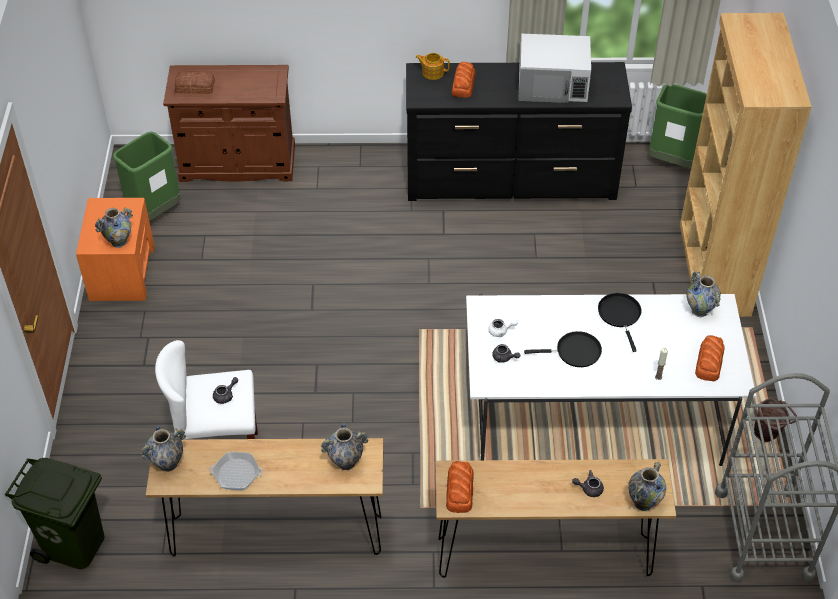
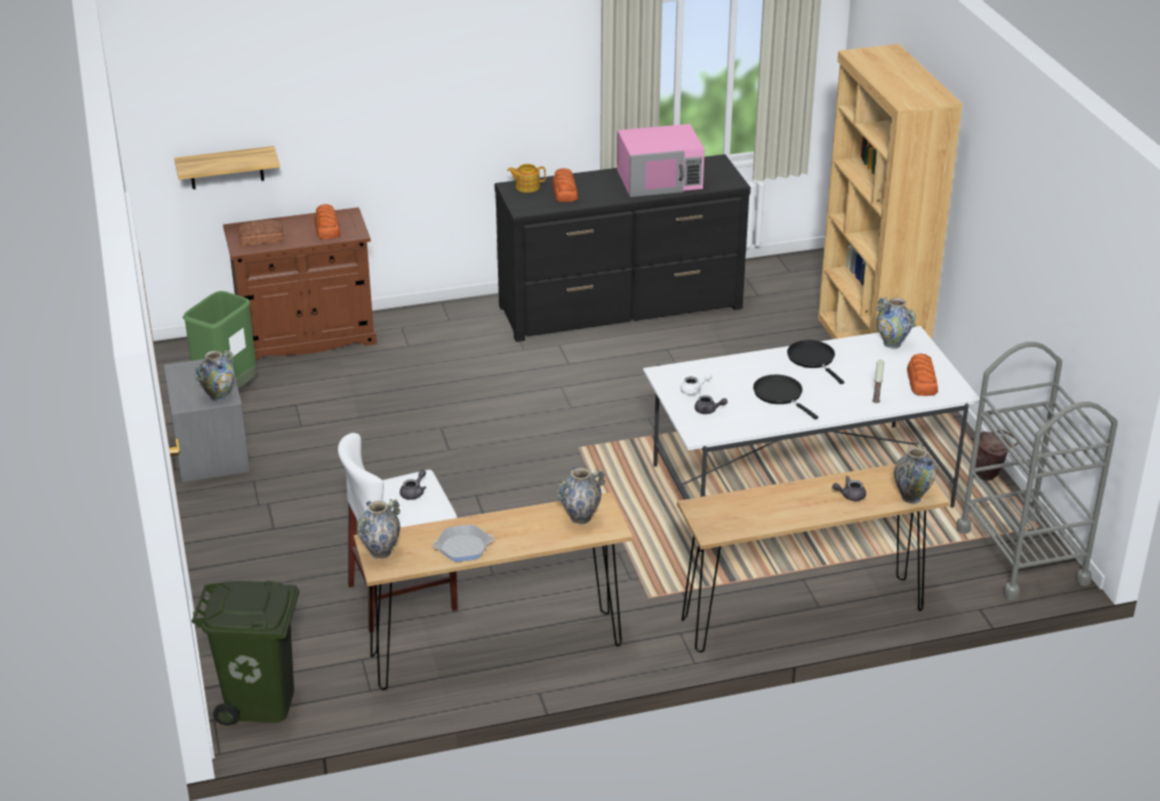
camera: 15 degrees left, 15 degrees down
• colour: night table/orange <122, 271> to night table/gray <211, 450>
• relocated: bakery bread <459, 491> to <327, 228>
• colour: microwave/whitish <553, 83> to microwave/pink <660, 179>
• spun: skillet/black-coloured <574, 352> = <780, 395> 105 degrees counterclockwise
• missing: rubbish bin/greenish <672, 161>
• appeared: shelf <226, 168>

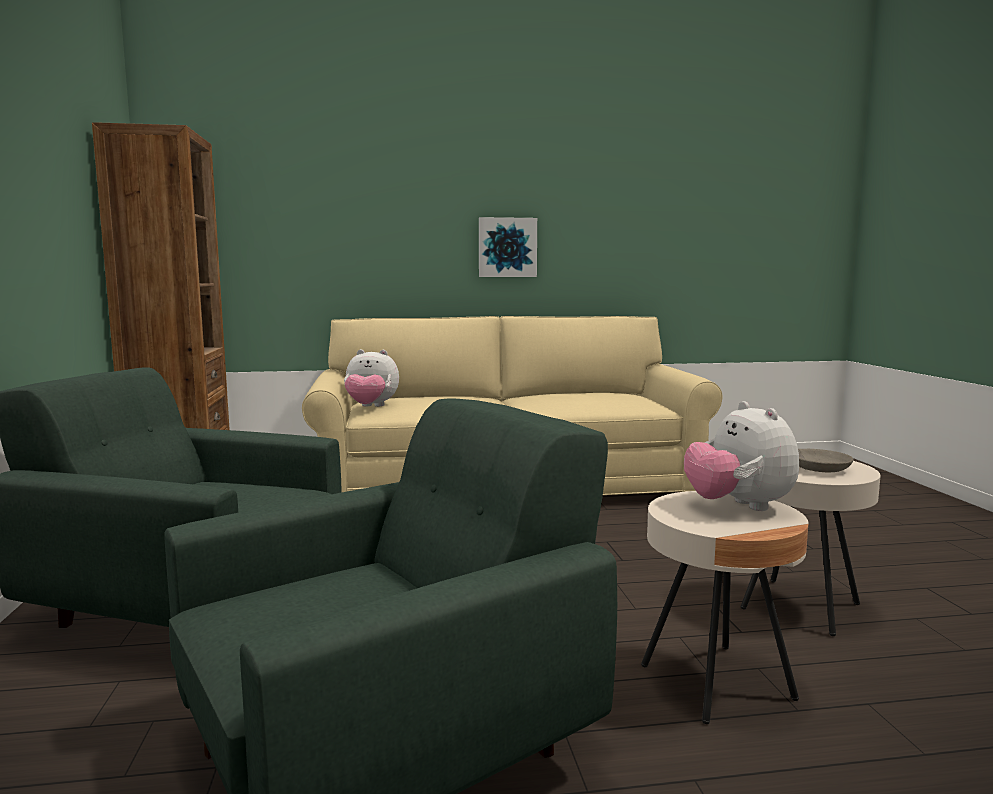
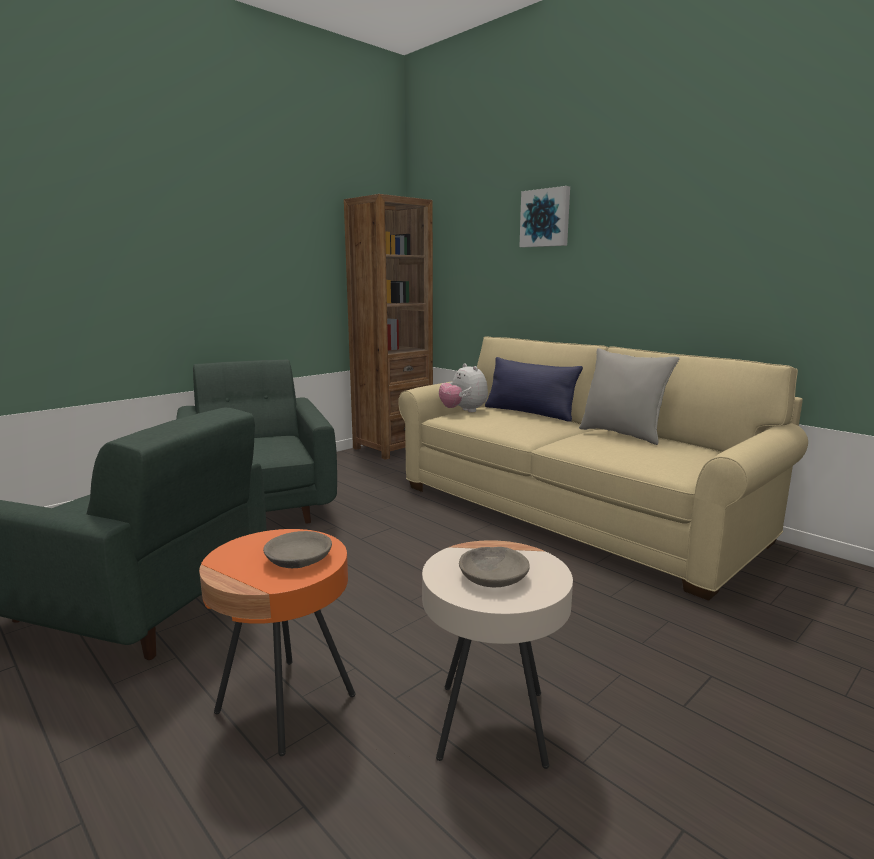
camera: 55 degrees right, 5 degrees up
• relocated: wall picture <507, 247> to <545, 218>
• colour: accent table/beige <716, 682> to accent table/orange <286, 704>
• exchanged: plush toy <738, 506> to deep dish/gray <297, 559>
• appeared: throw pillow/blue-coloured <529, 413>
• appeared: throw pillow/gray <622, 434>

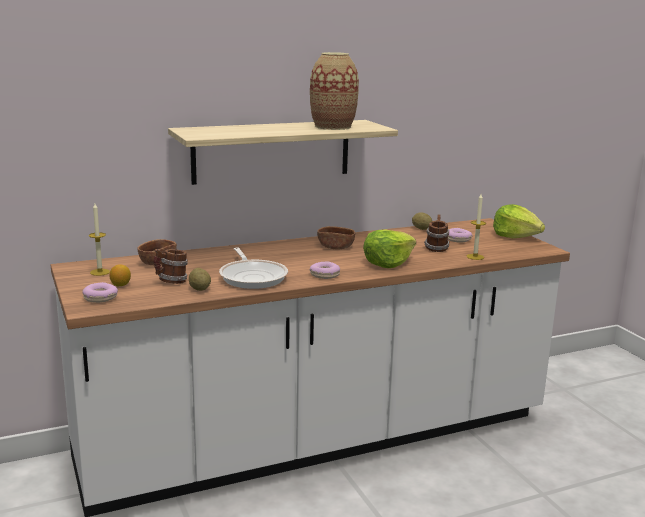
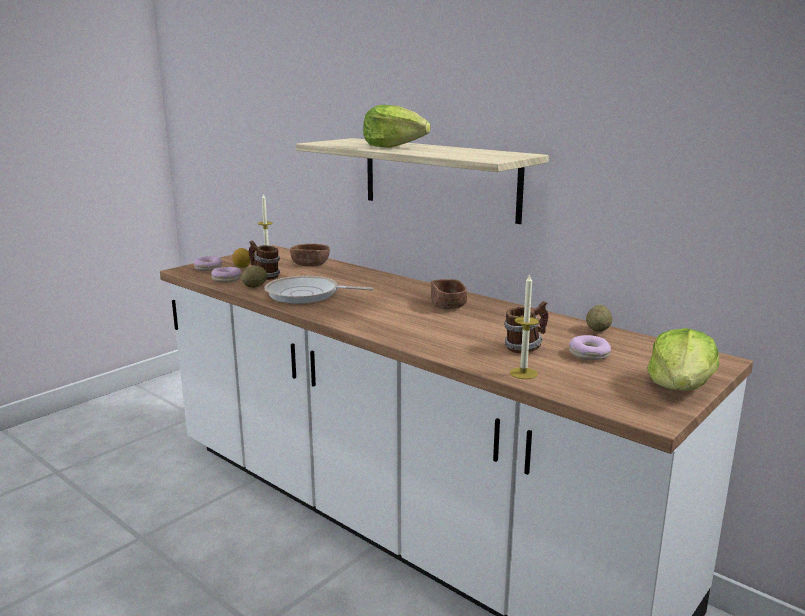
camera: 65 degrees right, 0 degrees up
• spun: skillet <253, 277> = <306, 295> 60 degrees clockwise
• missing: vase <333, 127>
• relocated: donut <324, 275> to <227, 279>
• relocated: head of lettuce <388, 263> to <394, 147>

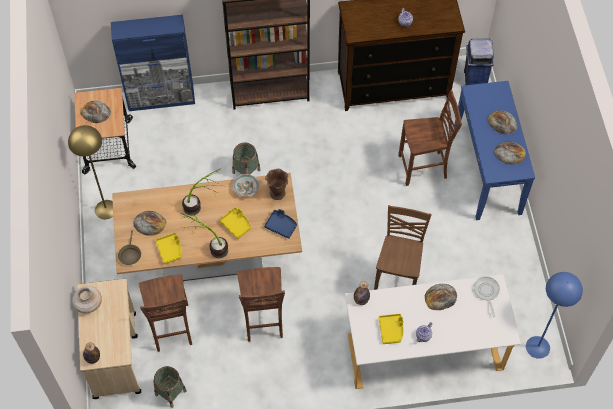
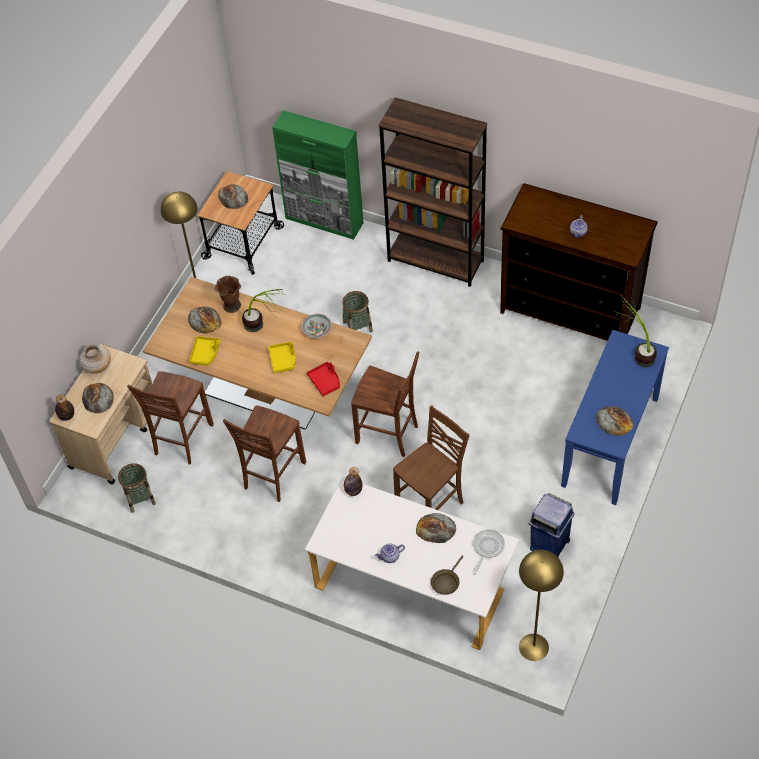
camera: 35 degrees right, 5 degrees down
• colour: storage cabinet/blue-coloured <161, 99> to storage cabinet/greenish <324, 221>
• relocated: skillet/brownish <130, 254> to <446, 582>
• relocated: plant in a pot <209, 247> to <635, 352>
• colour: carrying tray/blue-coloured <281, 226> to carrying tray/red <325, 381>
• relocated: vase/brownish <277, 193> to <231, 306>
• missing: carrying tray/yellow-coloured <391, 330>
• relocated: plain chair/brownish <424, 168> to <388, 434>
• relocated: rubbish bin/blue-coloured <474, 79> to <549, 544>
• relocated: bakery bread <502, 122> to <97, 398>
• colour: standing lamp/blue-coloured <538, 347> to standing lamp/yellow-coloured <533, 647>

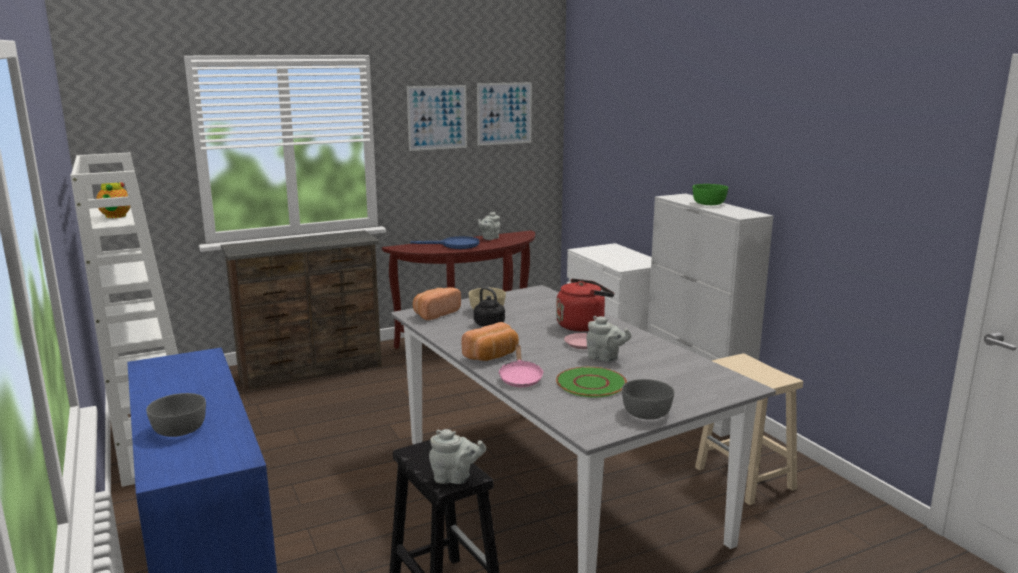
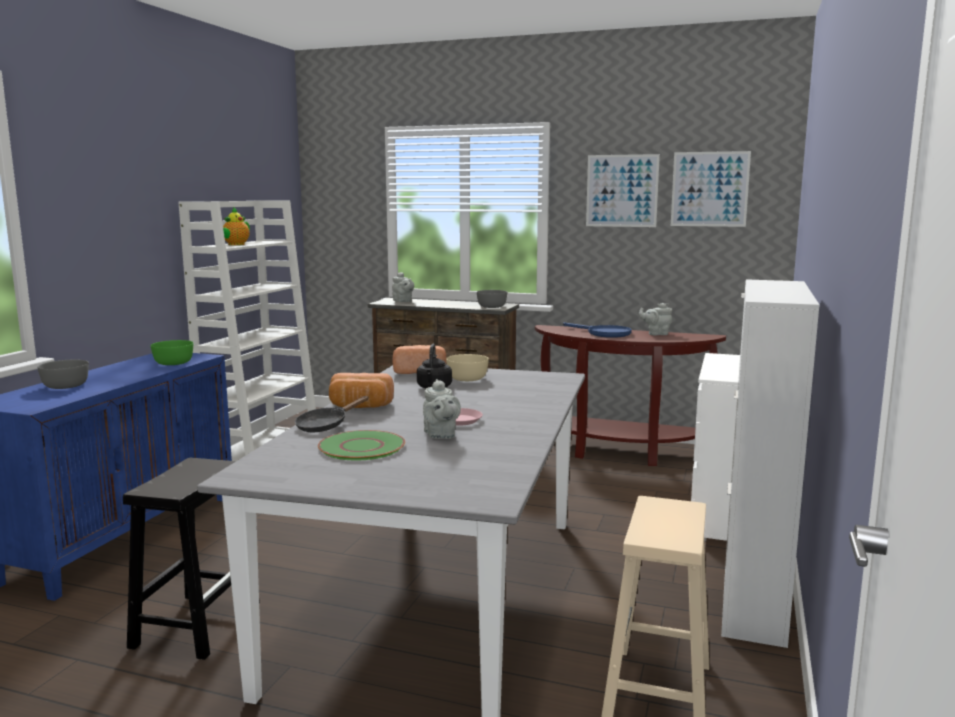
camera: 45 degrees right, 5 degrees down
• relocated: teapot/gray <455, 478> to <403, 301>
• colour: skillet/pink <520, 378> to skillet/black-coloured <325, 425>
• missing: kettle/red <582, 325>
• relocated: deep dish/gray <646, 413> to <491, 307>
• relocated: deep dish/greenish <708, 203> to <173, 363>

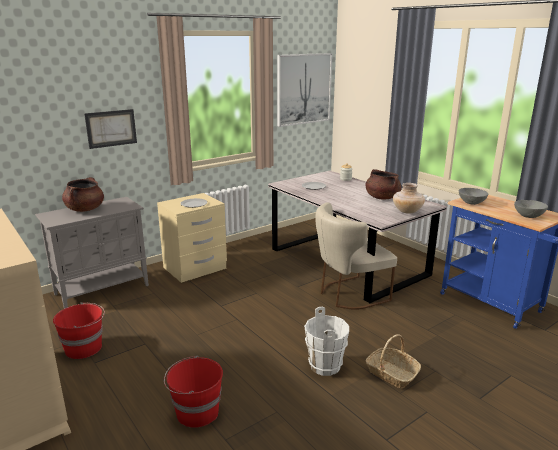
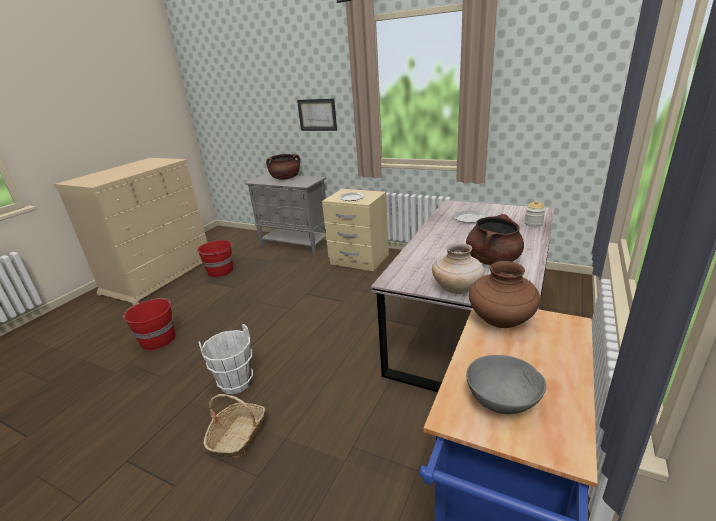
camera: 65 degrees right, 5 degrees up
• missing: wall picture <304, 89>
• missing: plain chair/beige <349, 294>
• exchanged: deep dish/gray <471, 203> to vase/brownish <501, 320>

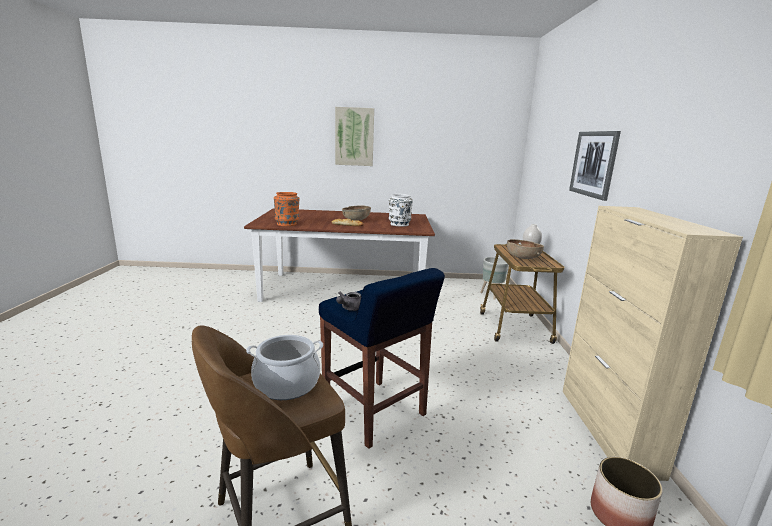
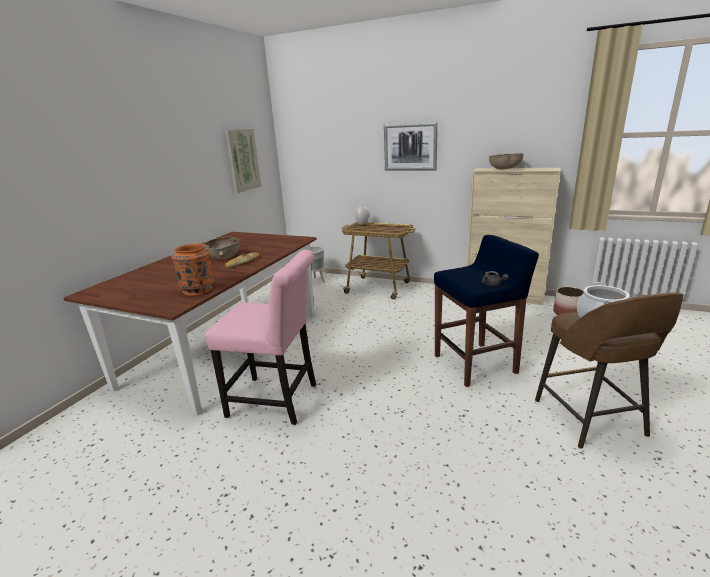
camera: 65 degrees left, 5 degrees up
• relocated: wall picture <354, 137> to <242, 160>
• missing: vase/whitish <399, 224>
• relocated: deep dish/brownish <522, 258> to <505, 169>
• appeared: plain chair/pink <277, 401>

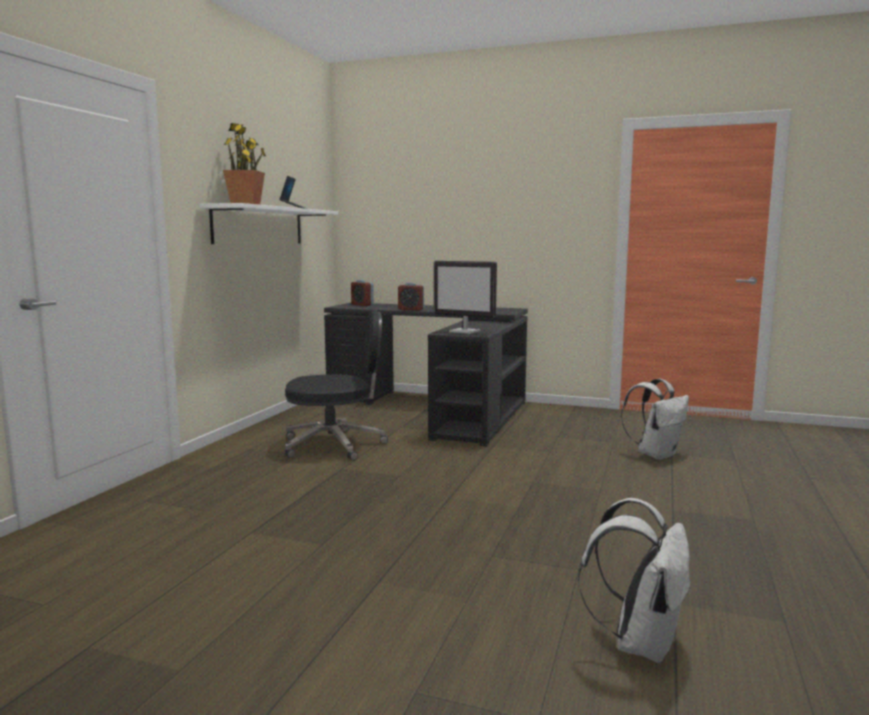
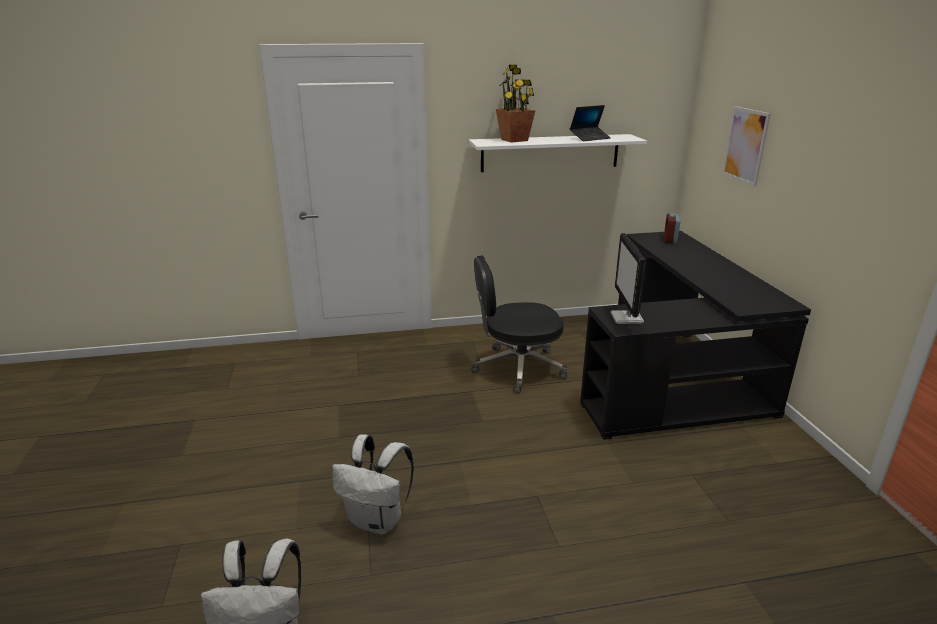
camera: 60 degrees right, 15 degrees up
• spun: office chair/black-coloured <335, 445> = <517, 368> 120 degrees clockwise
• missing: alarm clock <411, 309>
• relocated: knapsack/whitish <656, 454> to <377, 520>
• appeared: wall picture <745, 145>

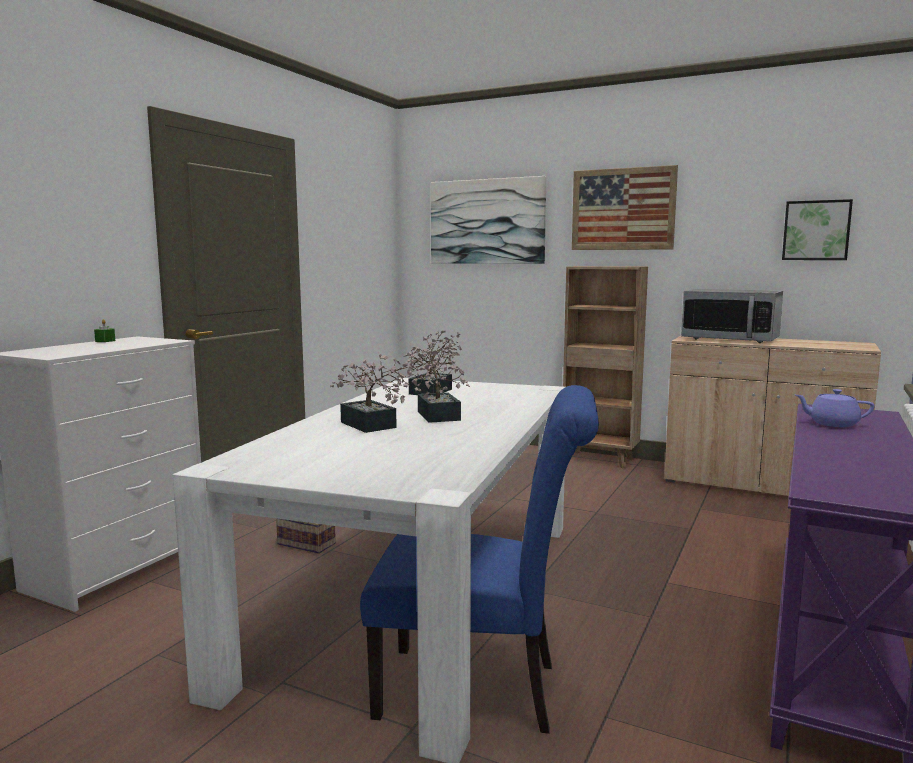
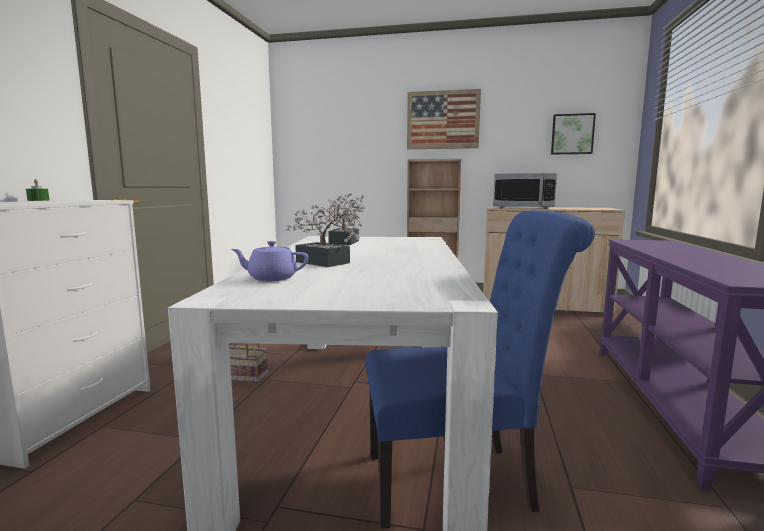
camera: 15 degrees left, 0 degrees up
• missing: plant in a pot <437, 414>
• missing: wall picture <487, 221>
• relocated: teapot/purple <832, 424> to <271, 278>

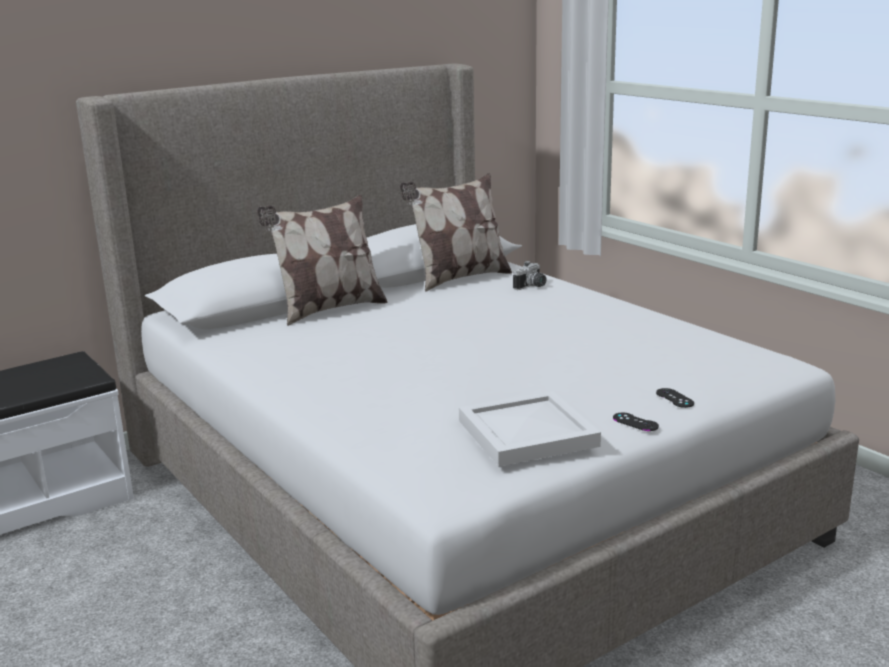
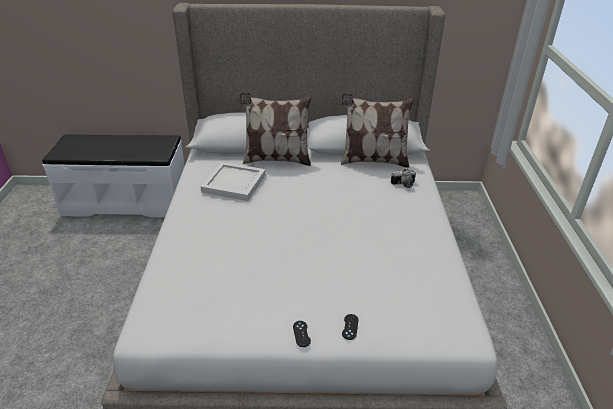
camera: 35 degrees right, 15 degrees up
• relocated: carrying tray/whitish <525, 433> to <233, 183>

